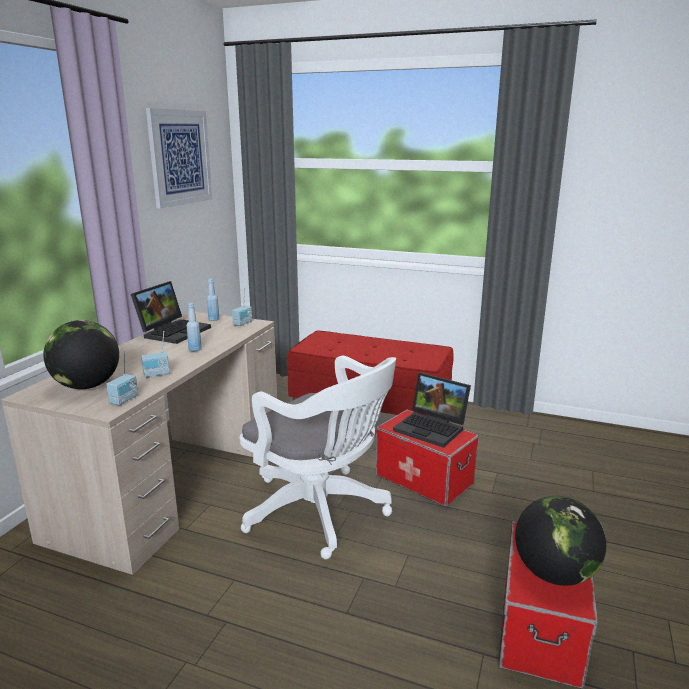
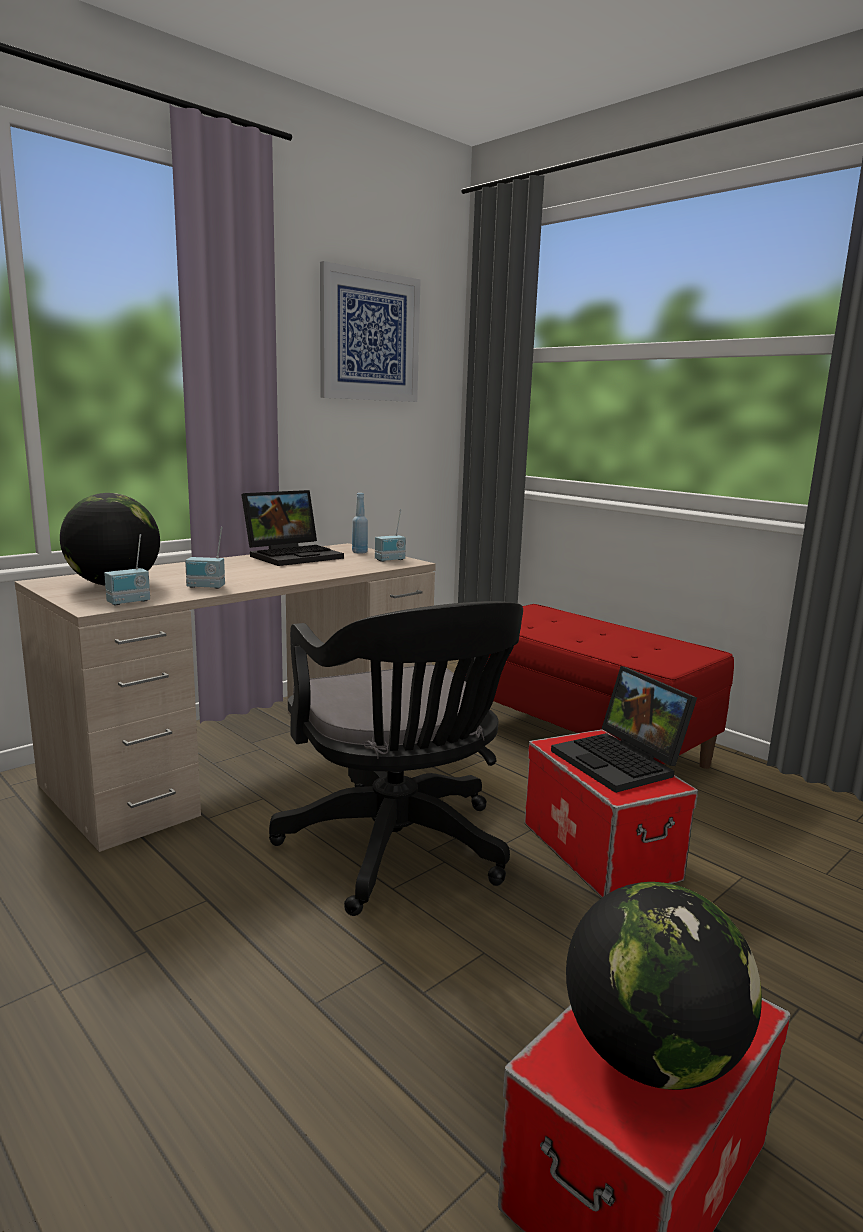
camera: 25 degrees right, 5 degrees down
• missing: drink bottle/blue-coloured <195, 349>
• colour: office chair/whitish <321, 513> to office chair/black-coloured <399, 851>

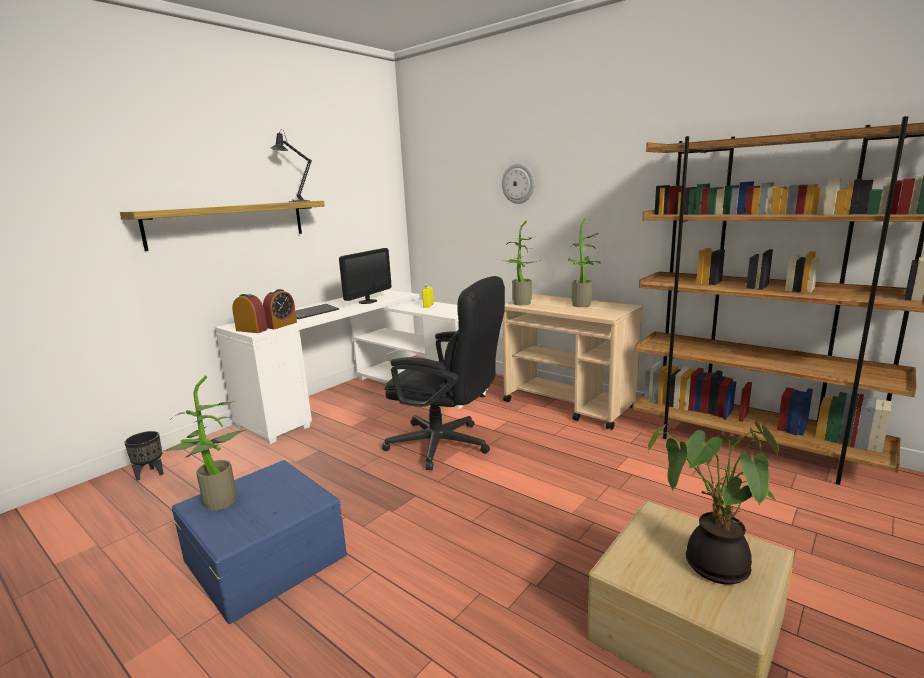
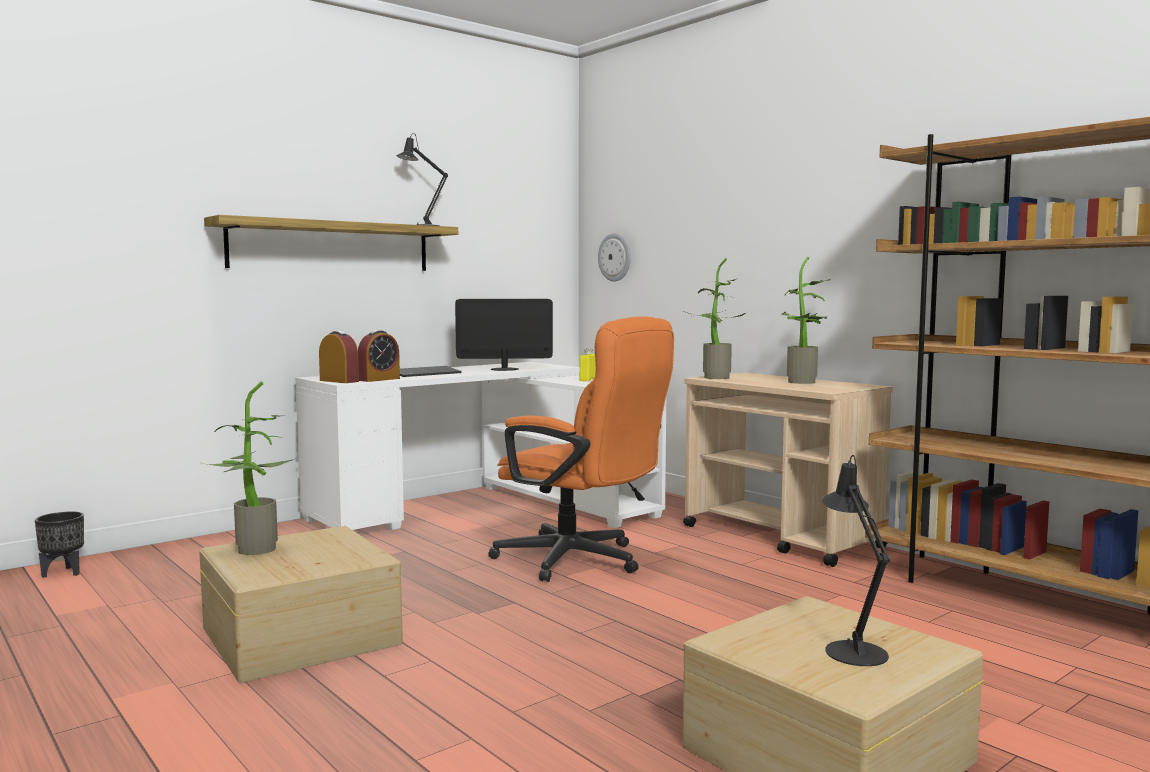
camera: 10 degrees right, 10 degrees down
• relocated: flower pot/black-coloured <151, 474> to <63, 573>
• colour: storage box/blue-coloured <265, 556> to storage box/beige <300, 635>
• spun: computer display <368, 301> = <504, 369> 135 degrees counterclockwise
• colour: office chair/black-coloured <447, 446> to office chair/orange <581, 561>
• relocated: clock on the wall <518, 183> to <615, 257>
• exchanged: plant in a pot <710, 564> to table lamp/black-coloured <852, 649>

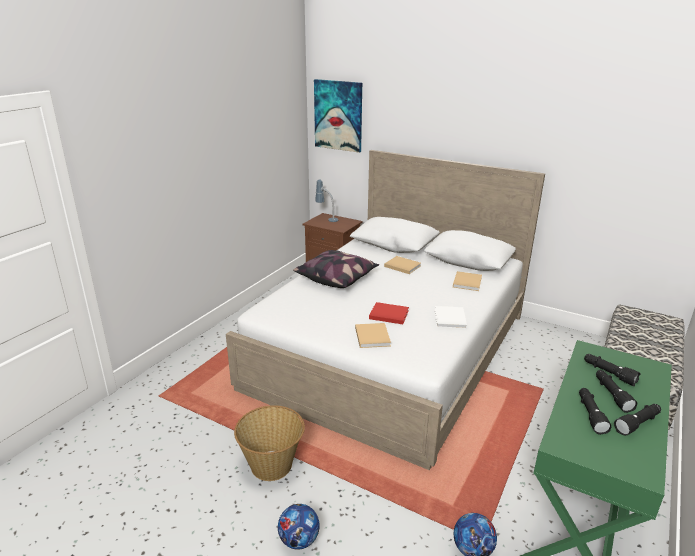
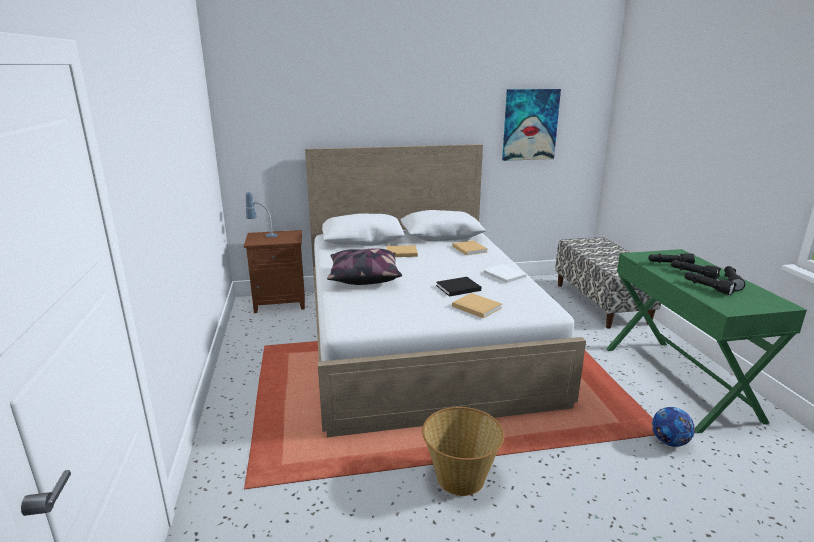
camera: 40 degrees left, 5 degrees down
• missing: ball for football <299, 540>
• relocated: wall picture <338, 115> to <530, 125>
• colour: bound book/red <387, 314> to bound book/black-coloured <457, 288>

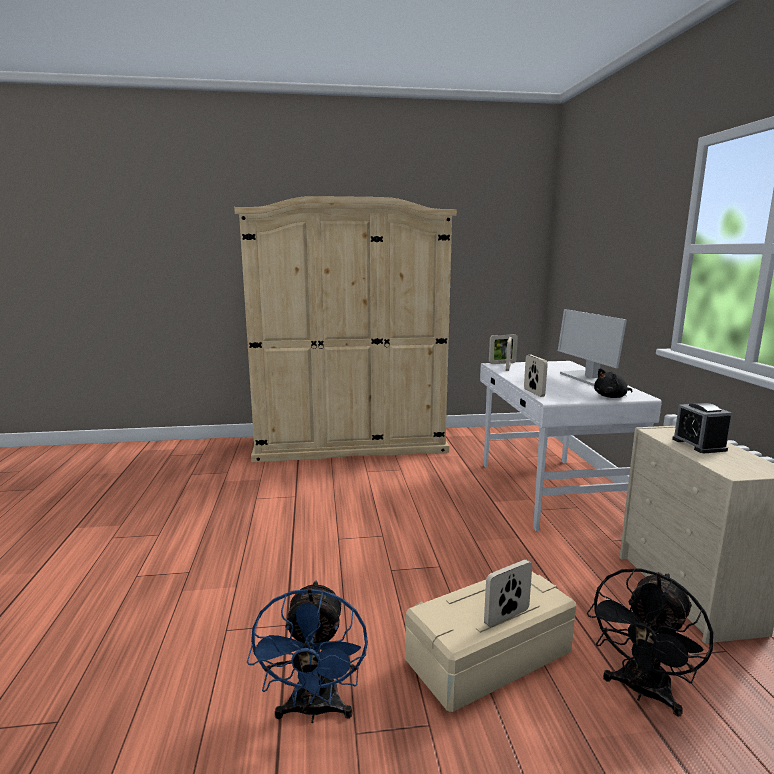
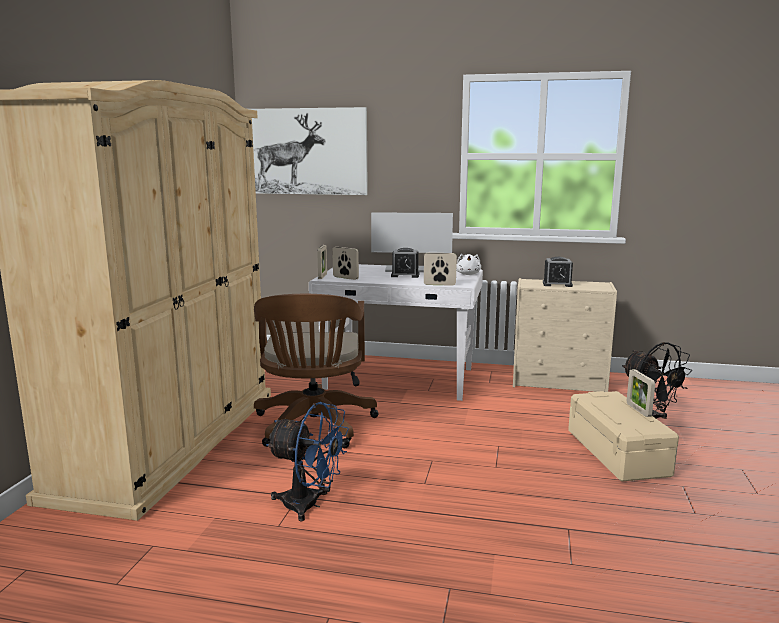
camera: 70 degrees left, 0 degrees up
• relocated: fan/blue-coloured <314, 711> to <309, 505>
• colour: plush toy/black-coloured <611, 397> to plush toy/whitish <468, 274>
• appeared: wall picture <308, 151>
• appeared: office chair/brownish <313, 427>
• appeared: alarm clock <405, 275>

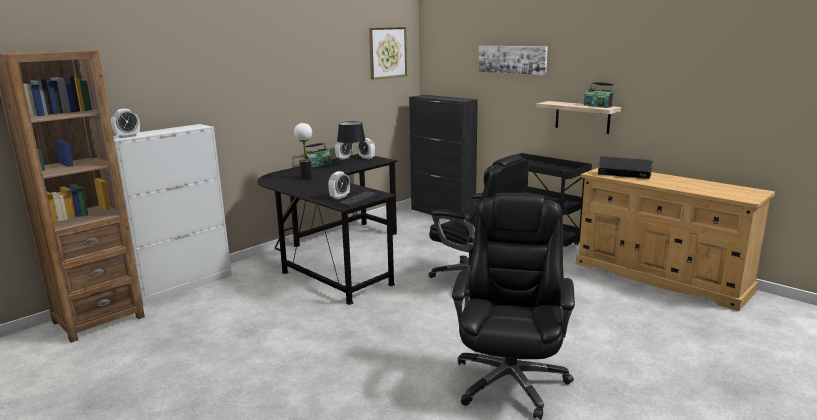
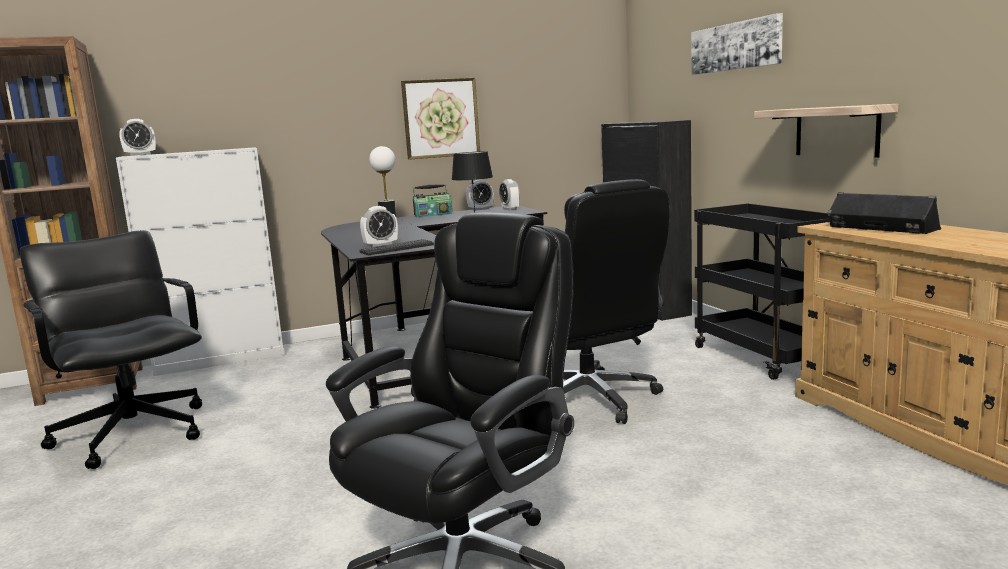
camera: 25 degrees right, 5 degrees down
• relocated: wall picture <387, 52> to <441, 118>
• missing: radio <598, 106>
• appeared: office chair/black-coloured <134, 433>

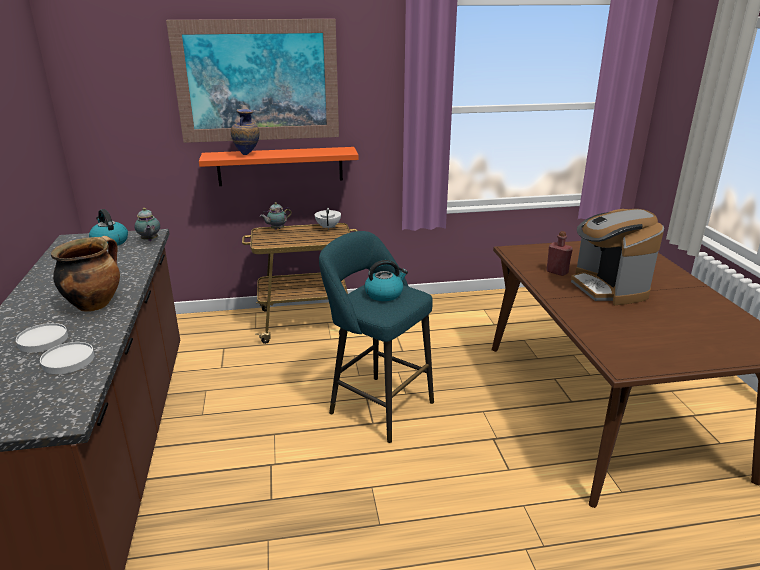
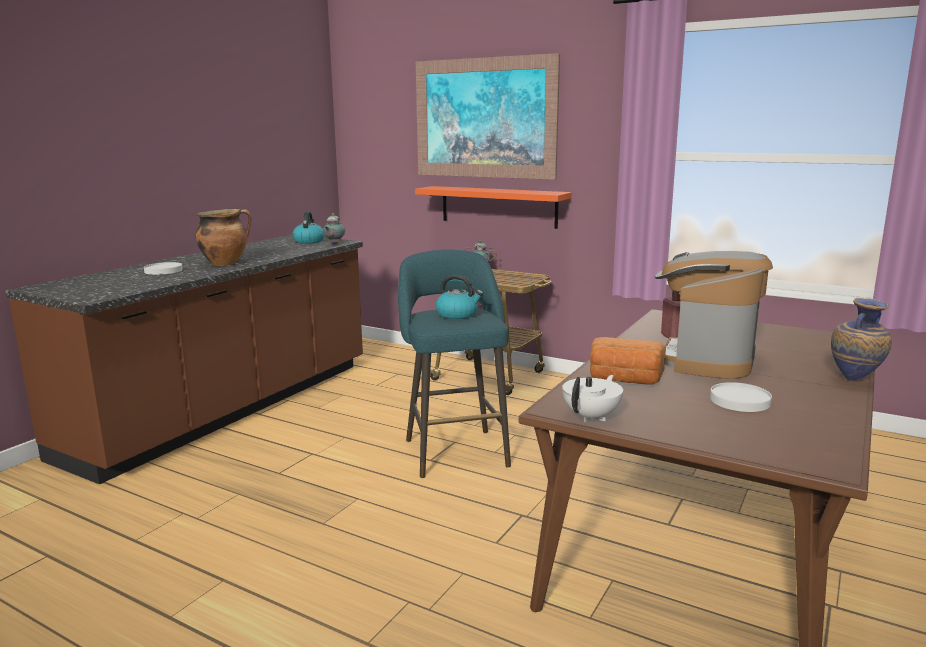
camera: 40 degrees right, 10 degrees down
• relocated: dinner plate/whitish <68, 360> to <740, 401>
• relocated: vase <247, 155> to <855, 381>
• relocated: teapot/whitish <328, 227> to <592, 417>
• appeared: bakery bread <624, 380>

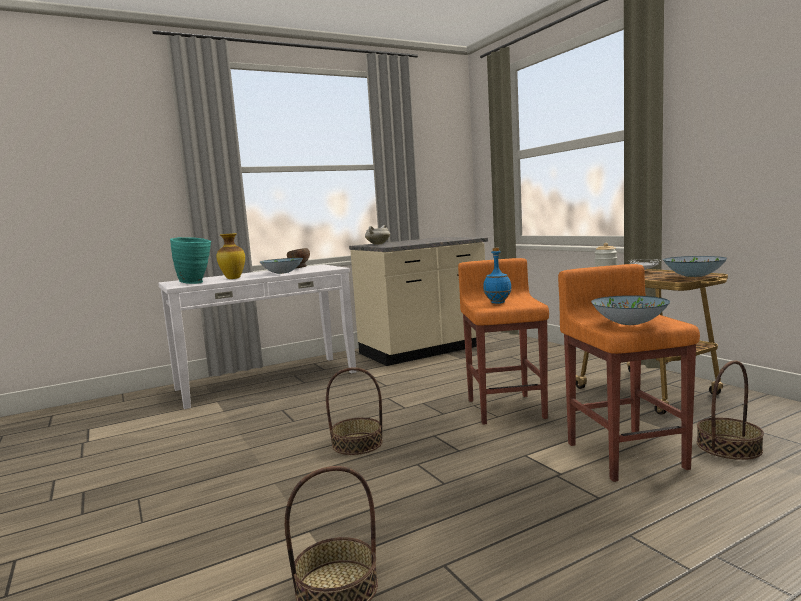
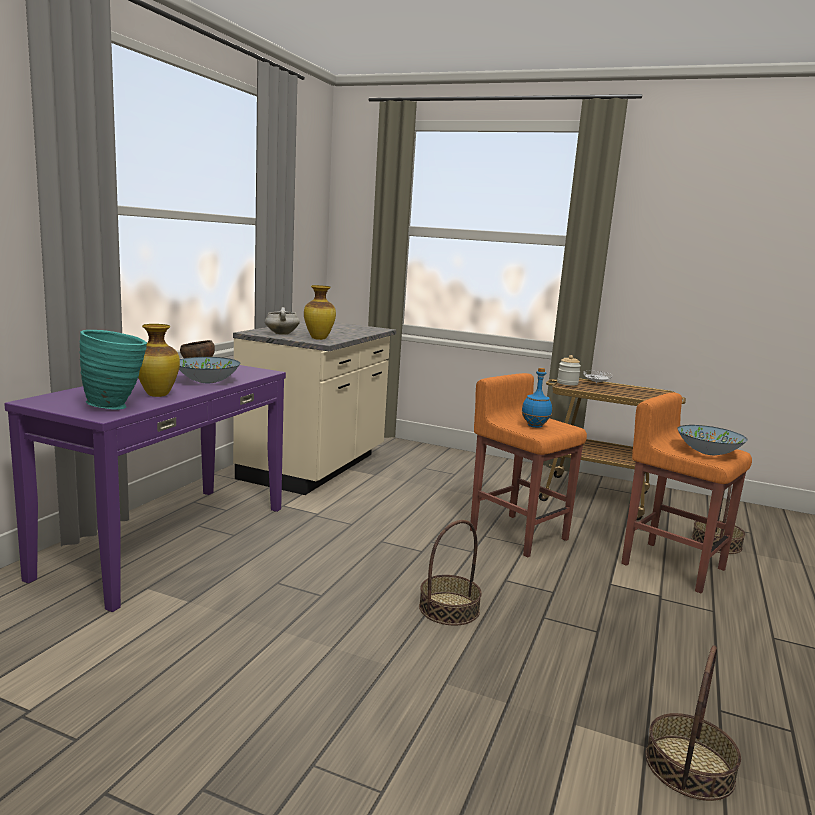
camera: 40 degrees left, 5 degrees up
• colour: narrow table/whitish <266, 380> to narrow table/purple <168, 540>
• missing: deep dish <694, 276>
• appeared: vase <319, 338>

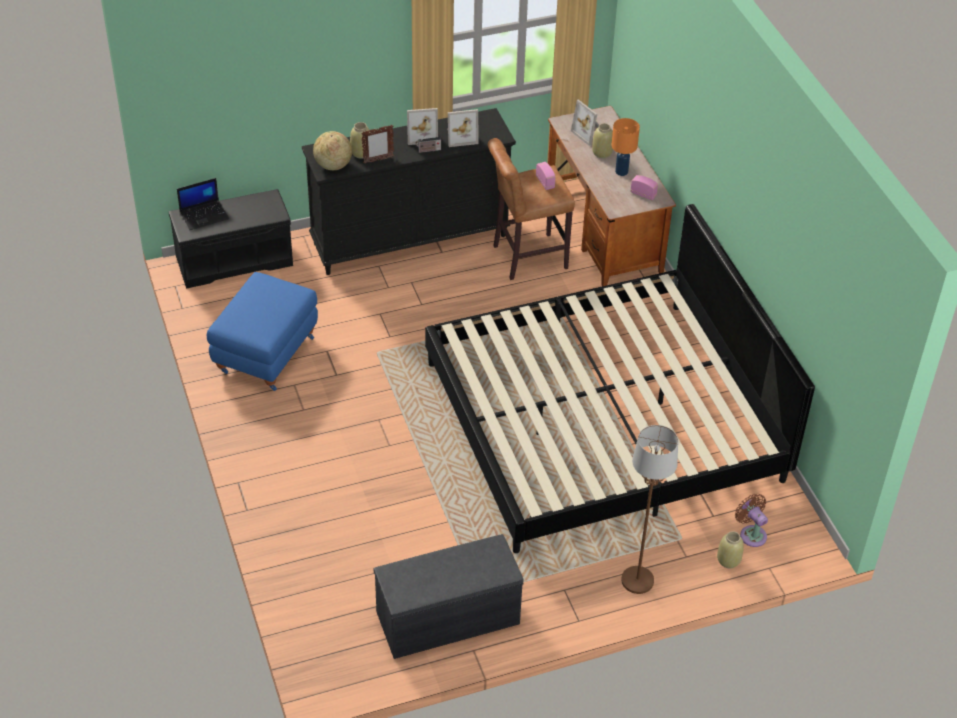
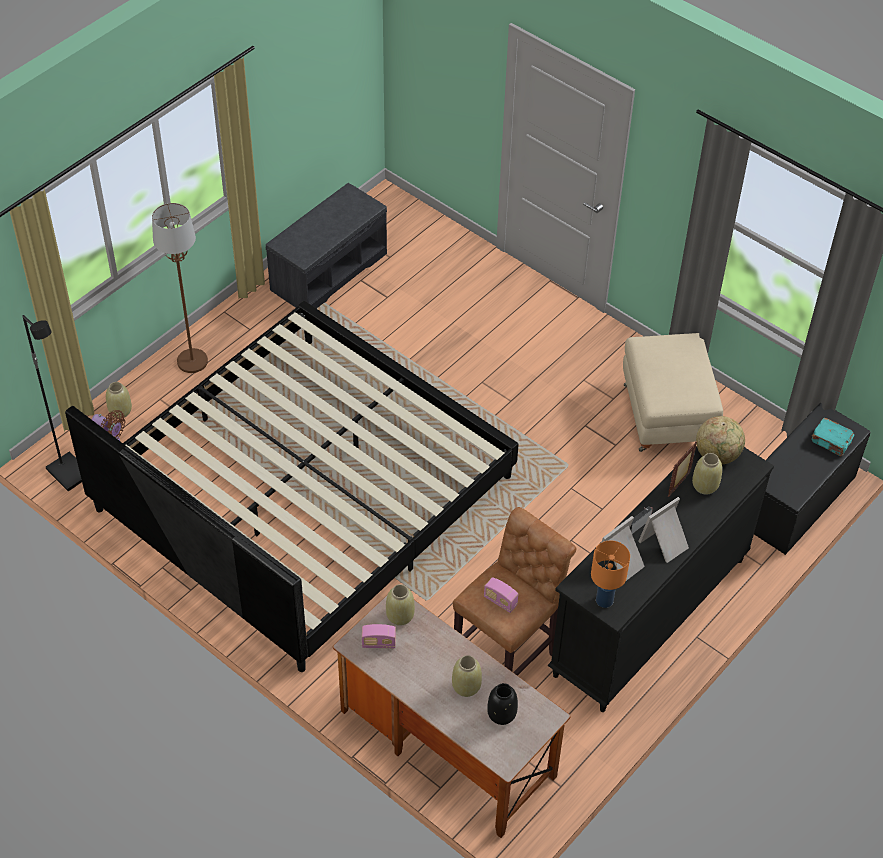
camera: 150 degrees right, 5 degrees up
• exchanged: notebook computer <204, 215> to bound book/turquoise <831, 442>
• colour: footrest/blue-coloured <265, 353> to footrest/beige <667, 416>
• exchanged: photo frame <590, 133> to vase/black-coloured <501, 714>
• relocated: table lamp/orange <621, 171> to <605, 600>
• appeared: standing lamp/black-coloured <70, 473>
• appeared: vase/beige <400, 616>

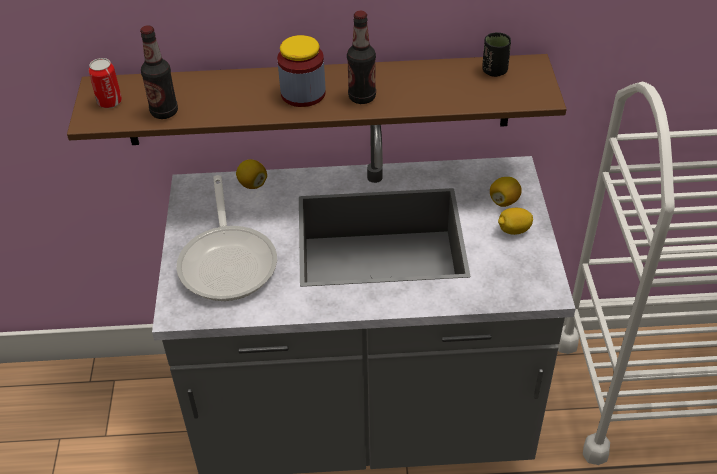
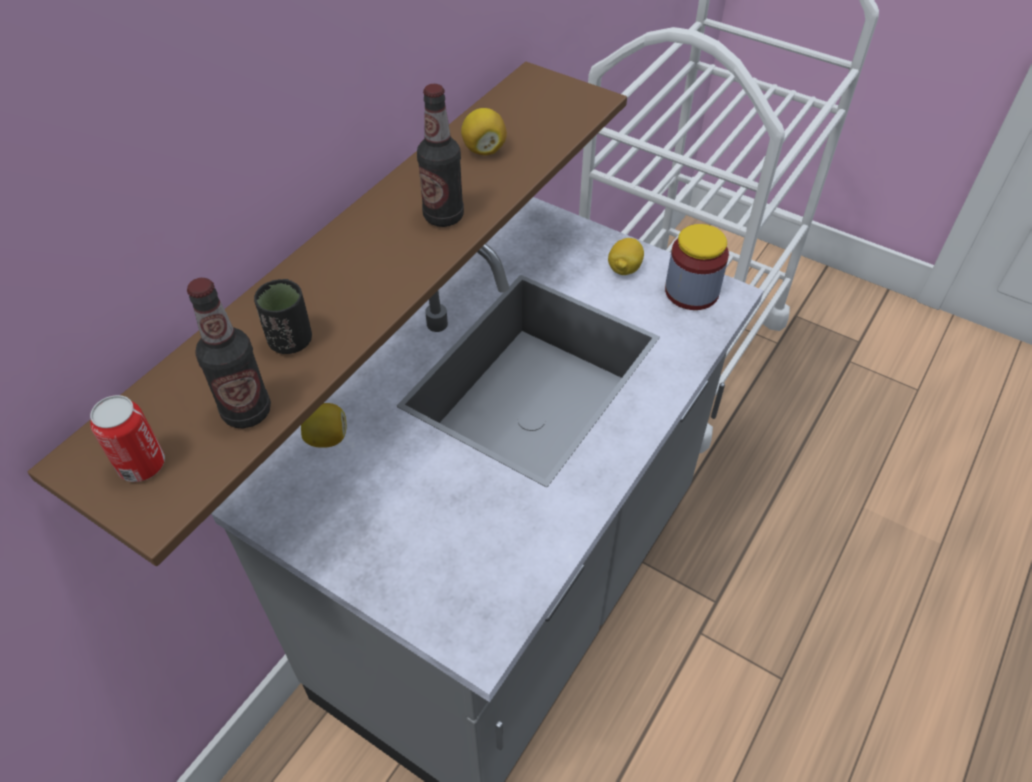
camera: 55 degrees left, 5 degrees up
• missing: skillet <228, 261>
• relocated: storage jar <303, 94> to <691, 291>
• relocated: cup/black-coloured <494, 71> to <291, 341>
• relocated: whole lemon <504, 201> to <484, 149>

